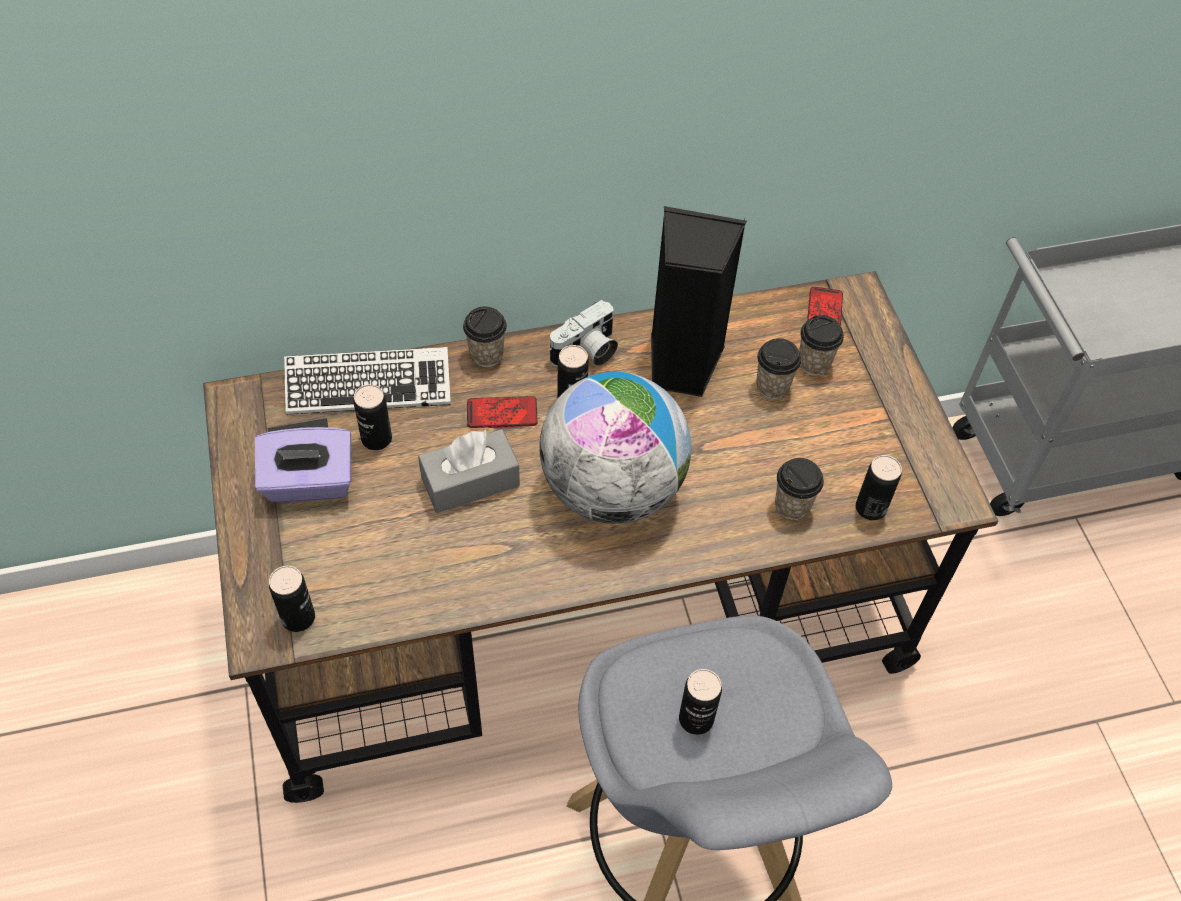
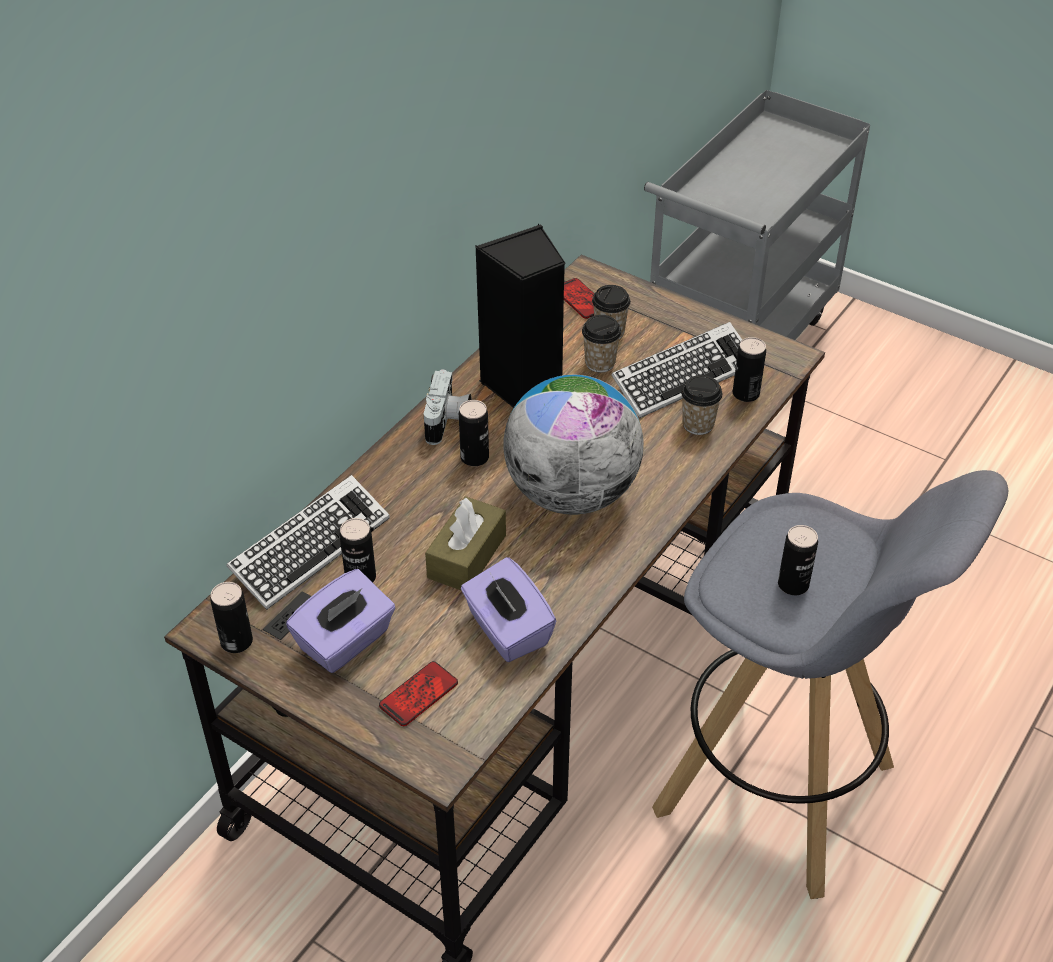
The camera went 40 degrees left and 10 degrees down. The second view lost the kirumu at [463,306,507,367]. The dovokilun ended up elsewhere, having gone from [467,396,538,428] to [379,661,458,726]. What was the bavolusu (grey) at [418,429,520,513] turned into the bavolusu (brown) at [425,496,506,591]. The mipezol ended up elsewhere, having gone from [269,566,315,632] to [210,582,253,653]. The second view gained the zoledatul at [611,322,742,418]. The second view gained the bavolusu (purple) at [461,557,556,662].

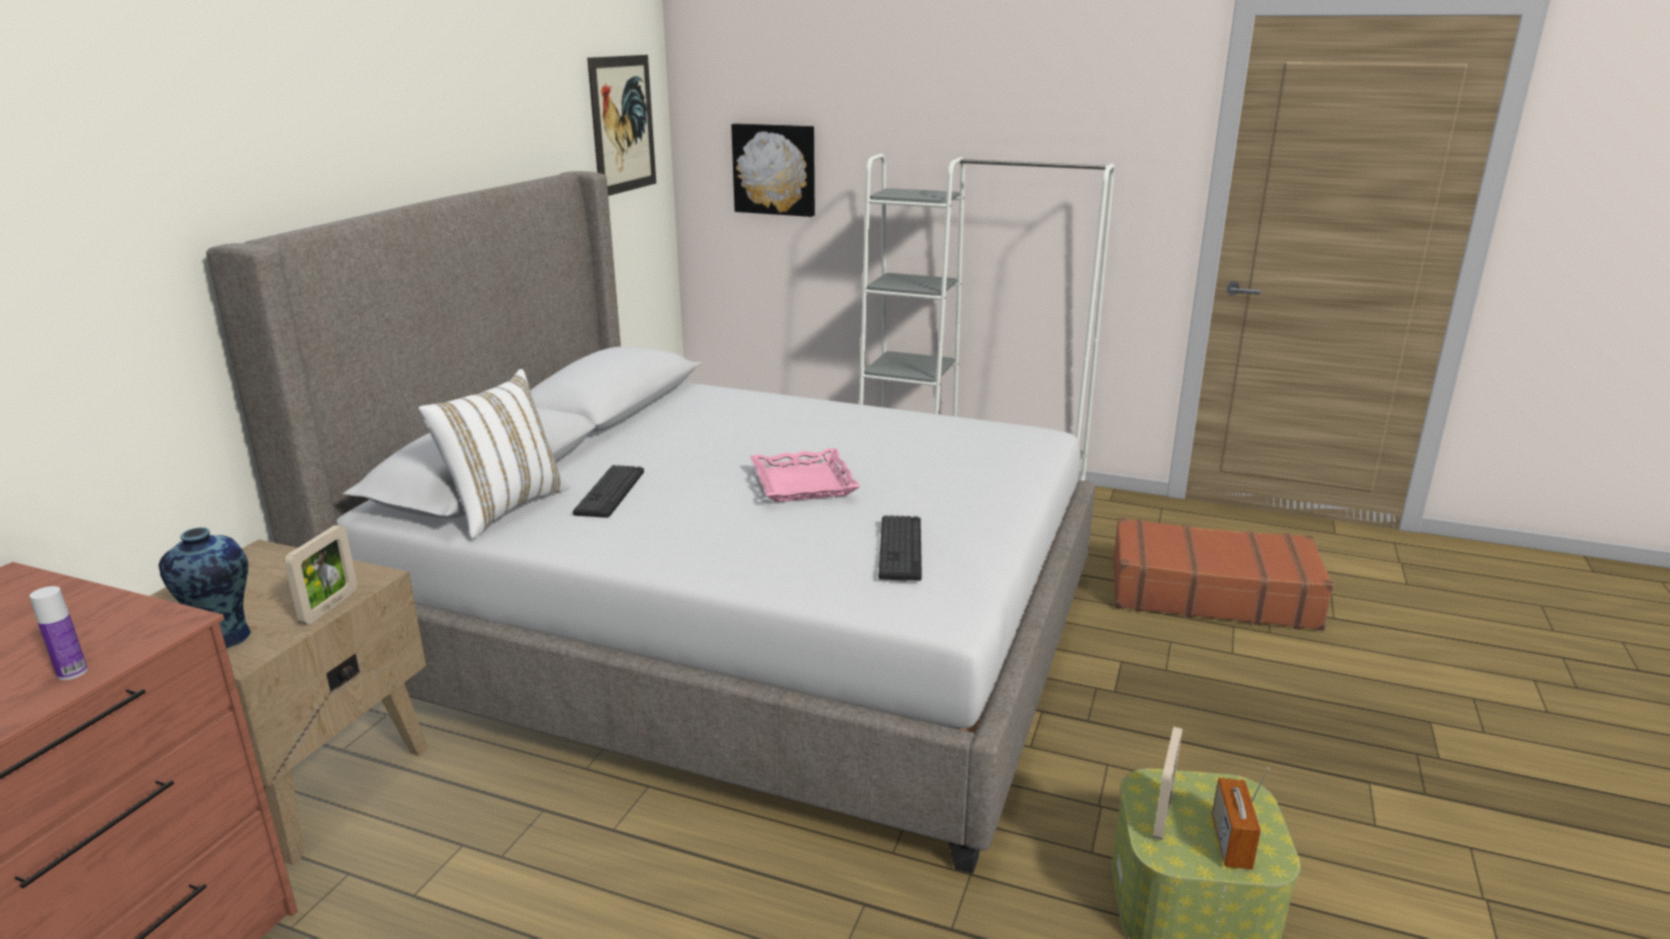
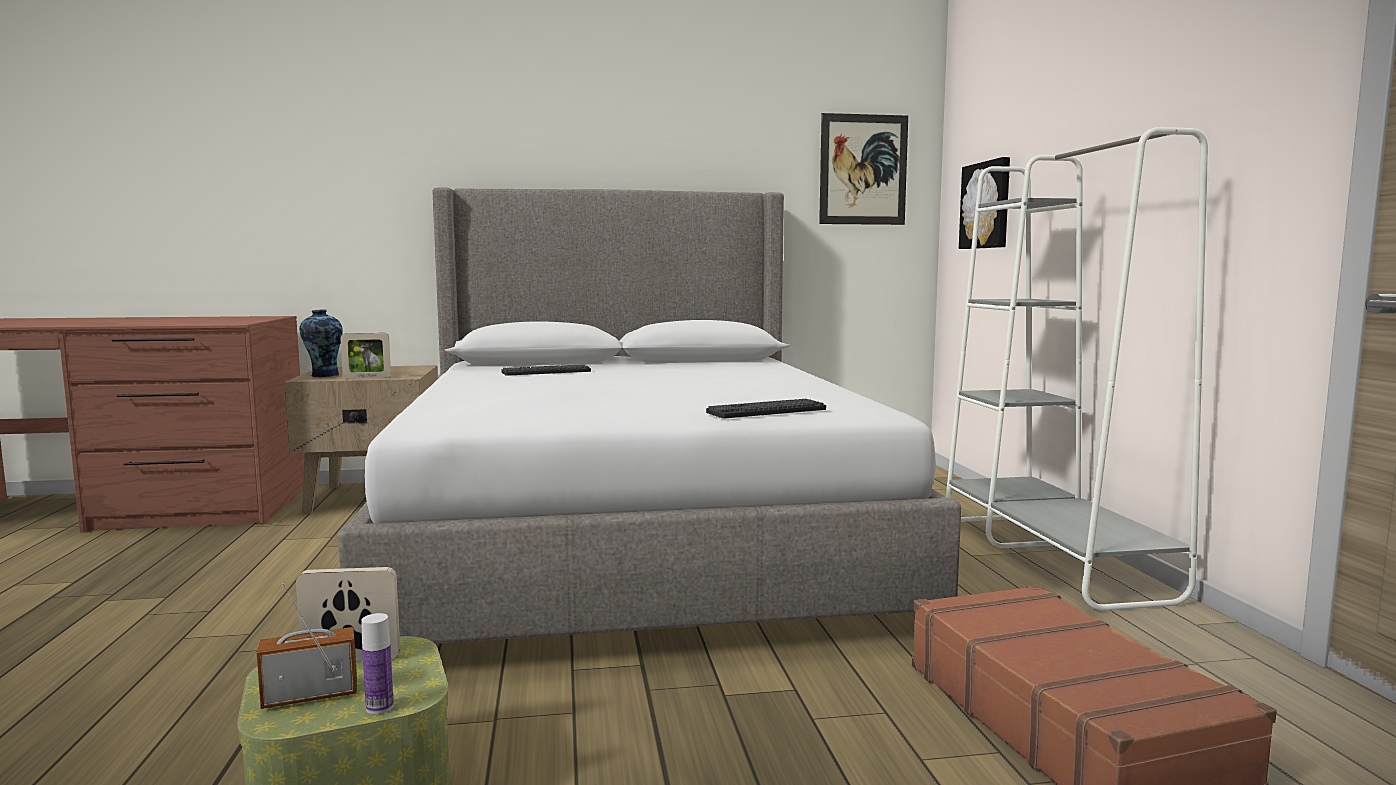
The camera went 60 degrees right and 15 degrees down. The second view lost the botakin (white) at [418,369,569,539]. The second view lost the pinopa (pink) at [750,448,860,502]. The zoledatul ended up elsewhere, having gone from [879,515,922,581] to [706,399,826,418]. The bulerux ended up elsewhere, having gone from [29,586,88,680] to [361,613,394,714].

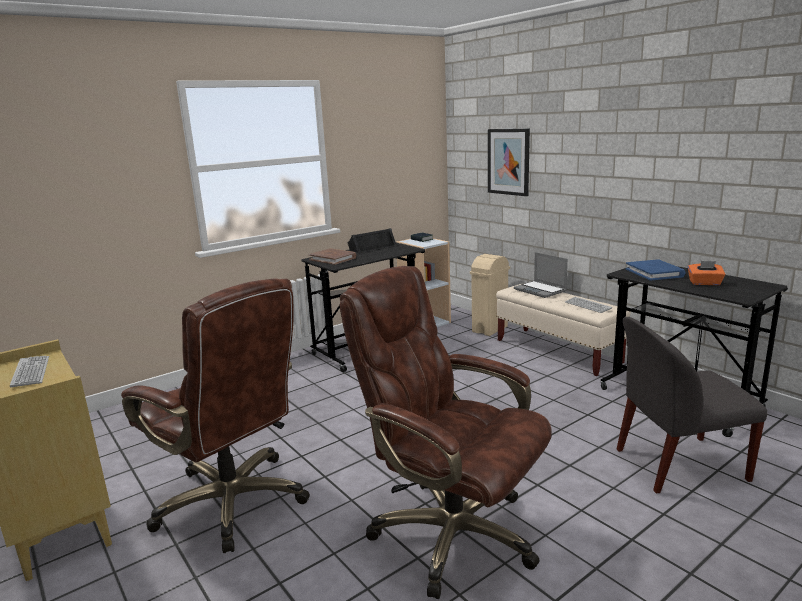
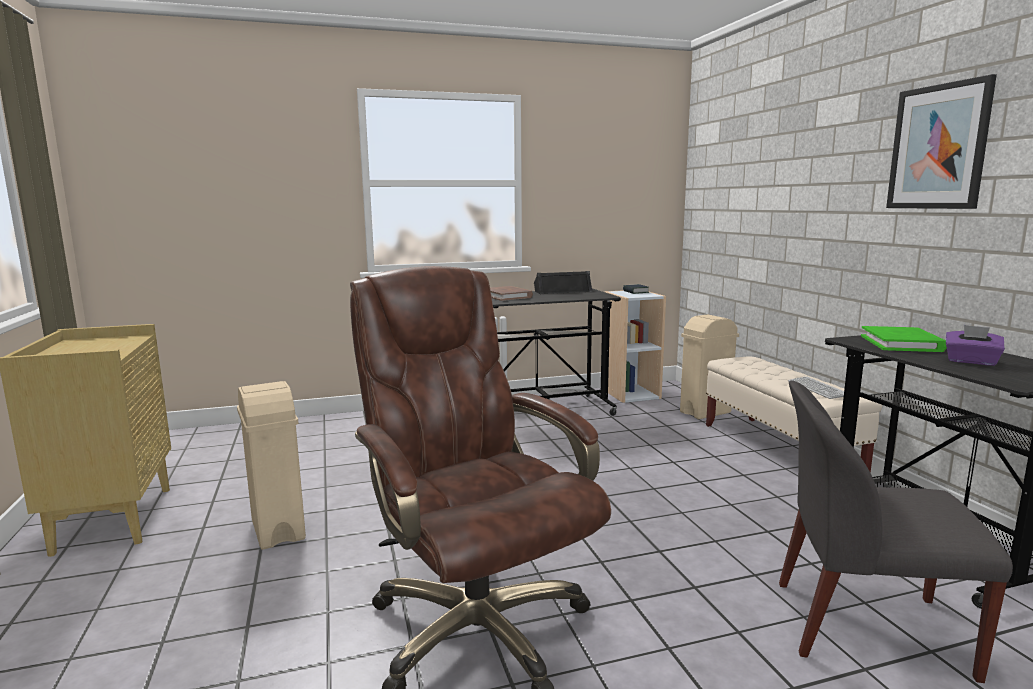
The camera went 20 degrees right and 5 degrees down. The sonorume ended up elsewhere, having gone from [488,129,530,196] to [886,74,997,209]. The second view lost the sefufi at [514,252,568,298]. What was the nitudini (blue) at [626,259,685,281] turned into the nitudini (green) at [861,326,947,352]. What was the bavolusu (orange) at [688,261,726,285] turned into the bavolusu (purple) at [946,325,1005,366]. Where the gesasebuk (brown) stood at [121,278,310,553], the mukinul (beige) came to stand at [237,381,306,550]. The second view lost the zoledatul at [10,356,49,387].

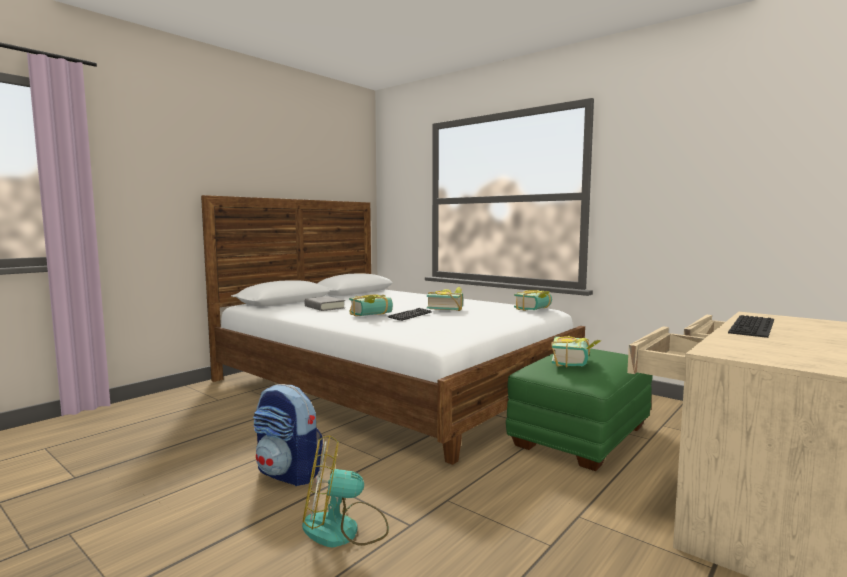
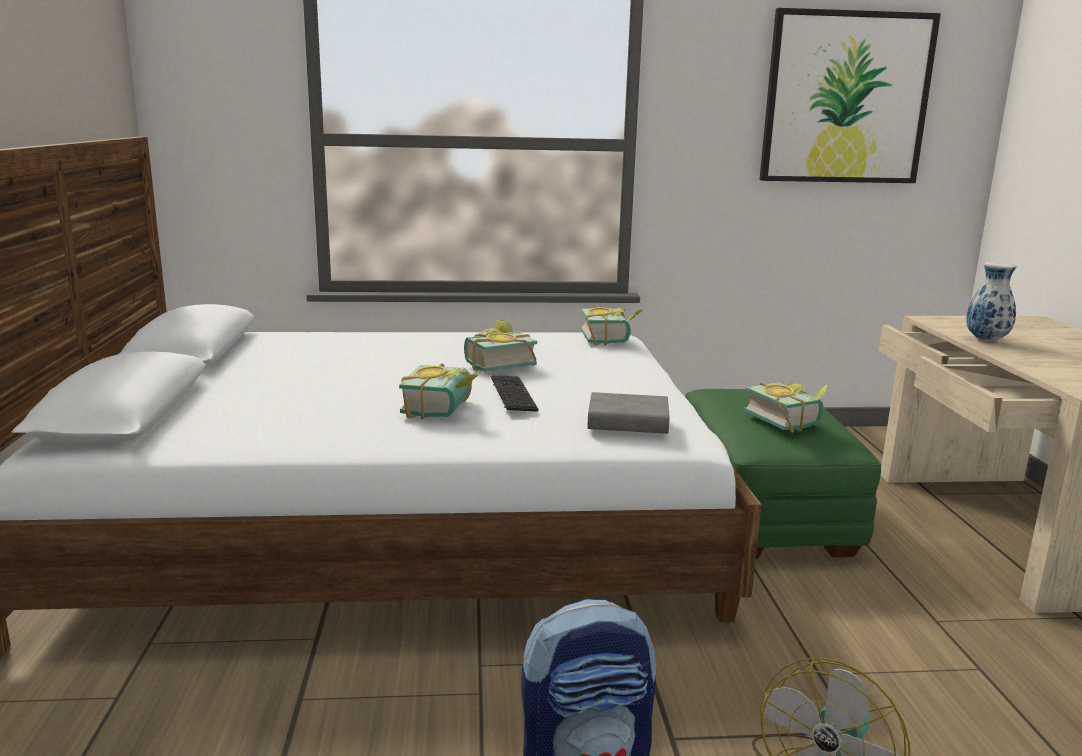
The camera went 45 degrees left and 10 degrees up. The nitudini (grey) ended up elsewhere, having gone from [304,296,345,311] to [587,392,670,434]. Where the zoledatul stood at [728,315,774,338], the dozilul came to stand at [966,262,1017,342]. The second view gained the sonorume at [759,8,941,183].

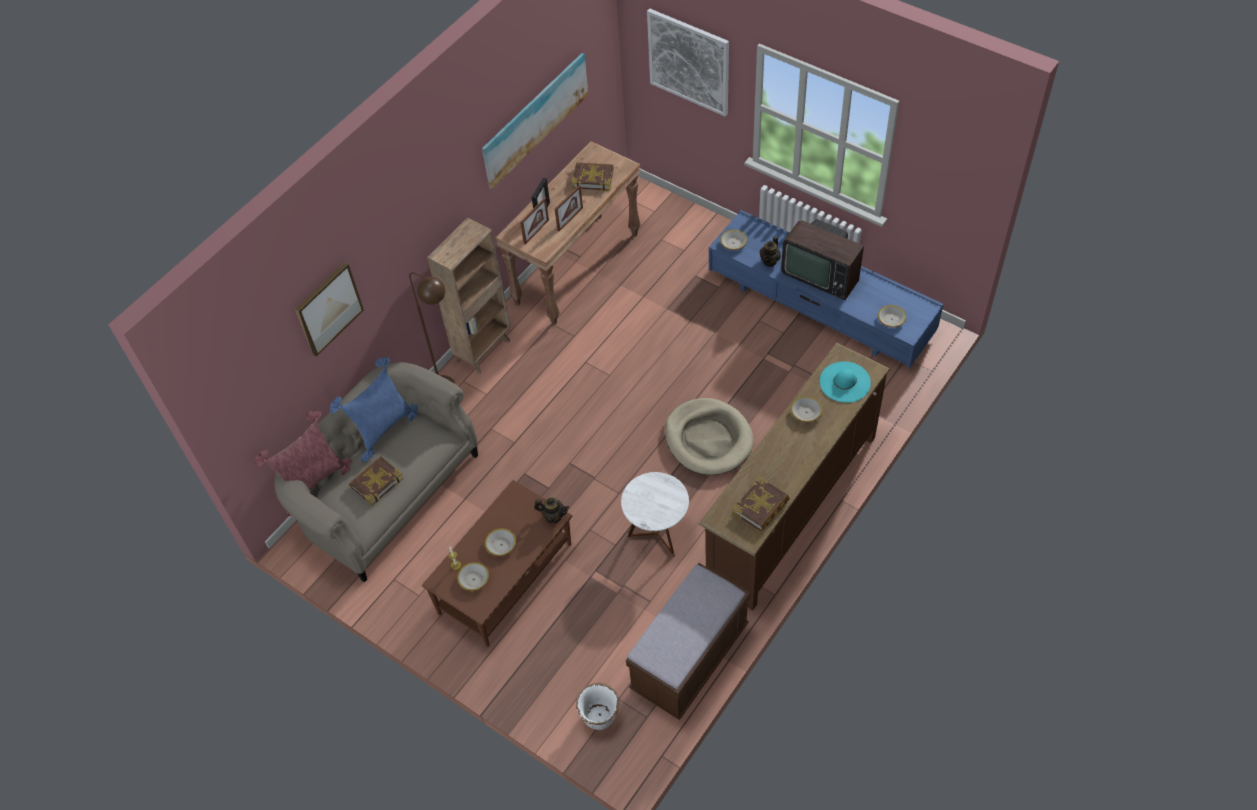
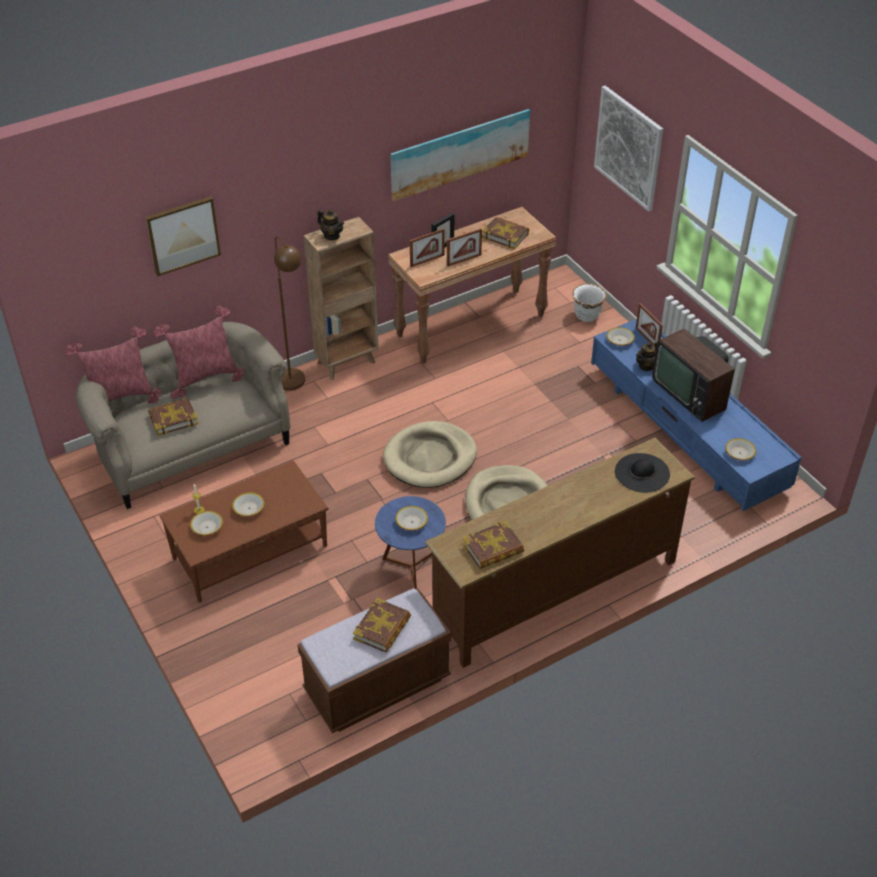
The camera went 20 degrees right and 10 degrees down. What was the botakin (blue) at [330,356,419,462] turned into the botakin (red) at [154,305,246,399]. What was the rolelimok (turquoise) at [820,362,871,403] turned into the rolelimok (black) at [615,453,670,493]. The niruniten ended up elsewhere, having gone from [791,396,822,422] to [395,506,428,531]. What was the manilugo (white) at [621,472,689,557] turned into the manilugo (blue) at [375,496,446,589]. The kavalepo ended up elsewhere, having gone from [534,497,569,523] to [317,209,344,240]. The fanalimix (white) ended up elsewhere, having gone from [576,683,619,730] to [572,283,607,322]. The second view gained the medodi at [636,303,663,346]. The second view gained the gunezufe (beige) at [383,421,477,488]. The second view gained the nitudini at [353,598,411,653].

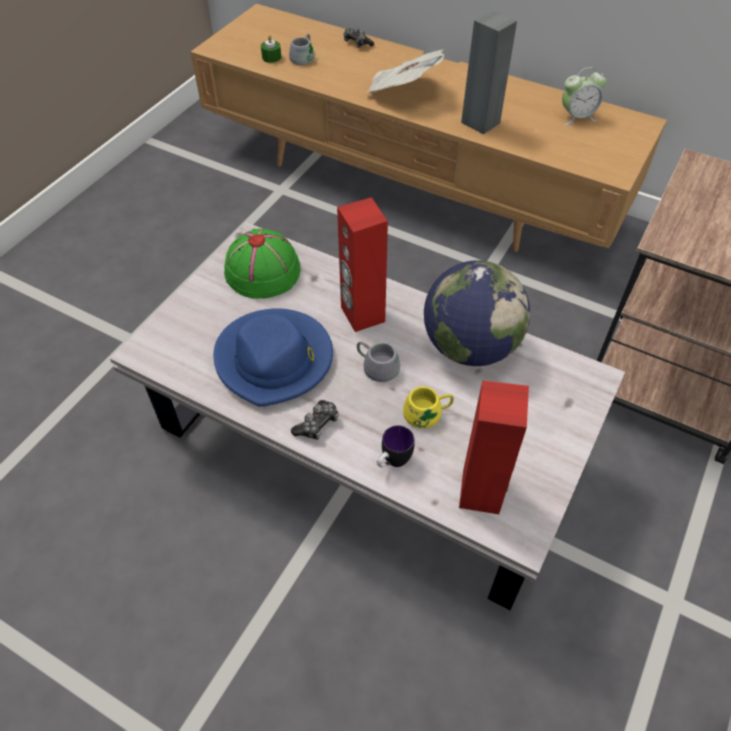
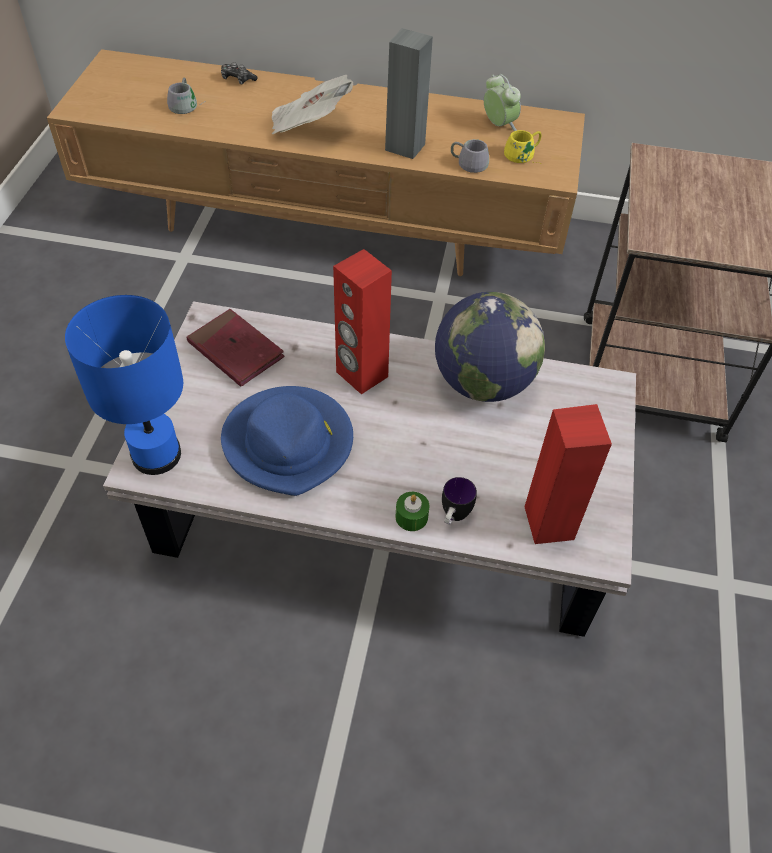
The camera went 20 degrees left and 0 degrees up. The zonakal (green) ended up elsewhere, having gone from [261,35,281,63] to [395,492,429,531]. The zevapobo at [562,67,606,126] ended up facing another way, 90 degrees counterclockwise from before. Where the rolelimok (green) stood at [224,229,301,299], the nitudini (red) came to stand at [186,309,285,387]. The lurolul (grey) ended up elsewhere, having gone from [357,341,400,382] to [451,139,489,173]. The lurolul (yellow) ended up elsewhere, having gone from [403,386,454,434] to [504,130,541,164]. The second view lost the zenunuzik at [291,400,339,440]. The second view gained the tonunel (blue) at [65,295,183,475].

